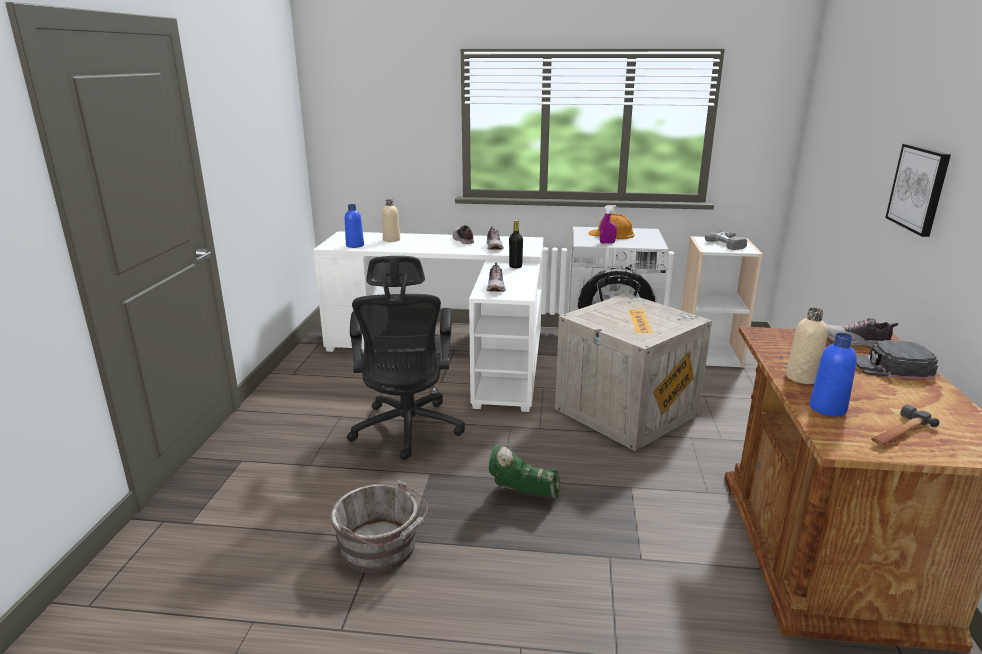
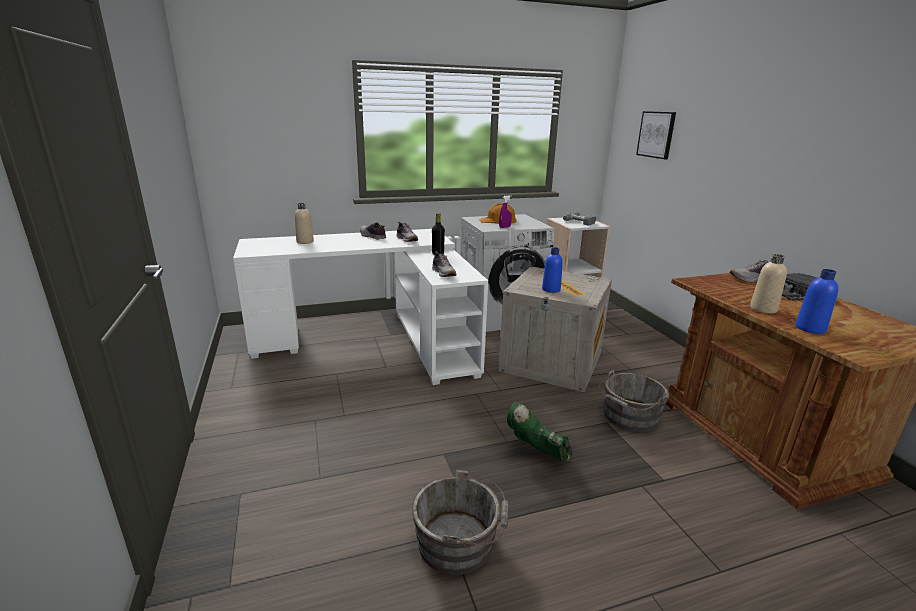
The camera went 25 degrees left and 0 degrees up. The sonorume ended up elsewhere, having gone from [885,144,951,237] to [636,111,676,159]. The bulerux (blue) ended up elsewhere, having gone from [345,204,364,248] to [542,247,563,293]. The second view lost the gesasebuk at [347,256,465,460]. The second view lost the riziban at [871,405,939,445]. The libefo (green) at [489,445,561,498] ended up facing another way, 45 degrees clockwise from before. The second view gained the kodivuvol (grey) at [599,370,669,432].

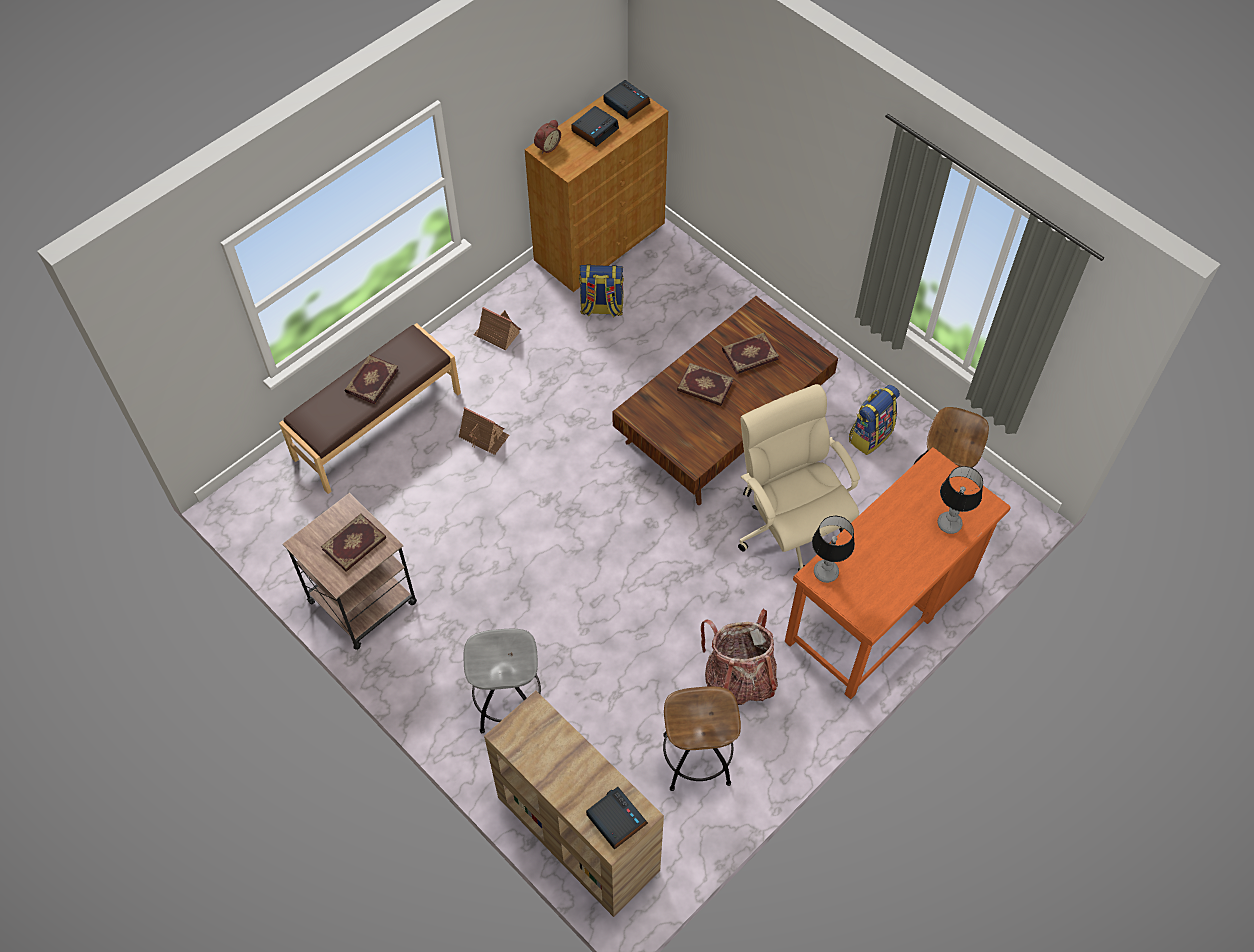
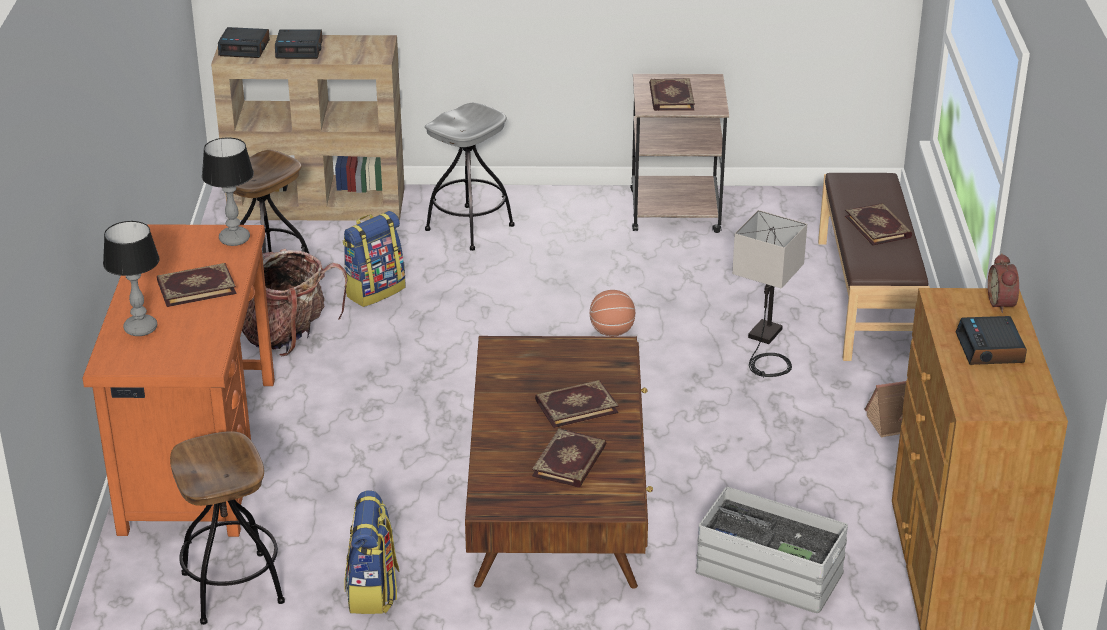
The camera went 135 degrees right and 25 degrees down. The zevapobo ended up elsewhere, having gone from [603,80,650,119] to [275,29,322,59]. The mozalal ended up elsewhere, having gone from [579,264,624,317] to [342,211,405,307]. The second view lost the gesasebuk (beige) at [738,384,860,571]. Where the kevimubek stood at [459,407,509,455], the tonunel came to stand at [732,210,807,378]. The second view gained the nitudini at [157,263,236,307]. The second view gained the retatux at [590,290,635,336]. The second view gained the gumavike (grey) at [695,487,848,613].

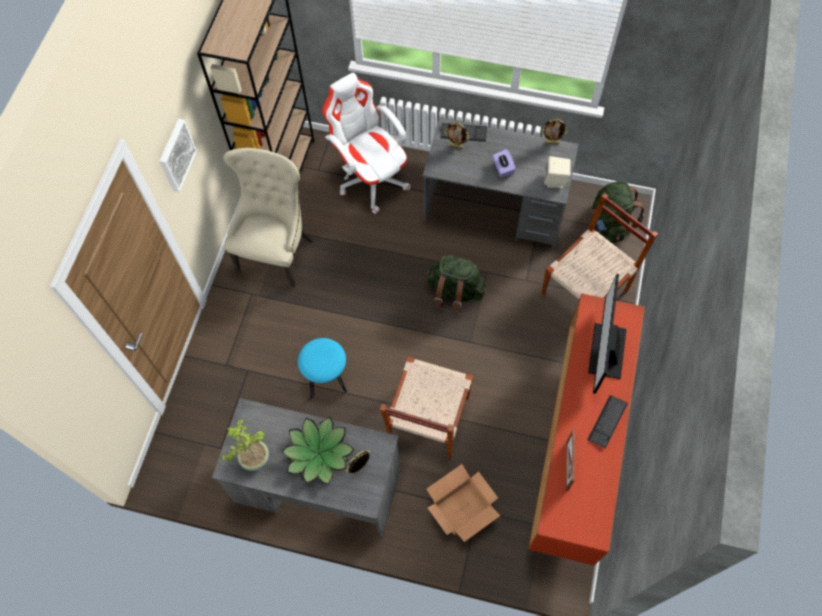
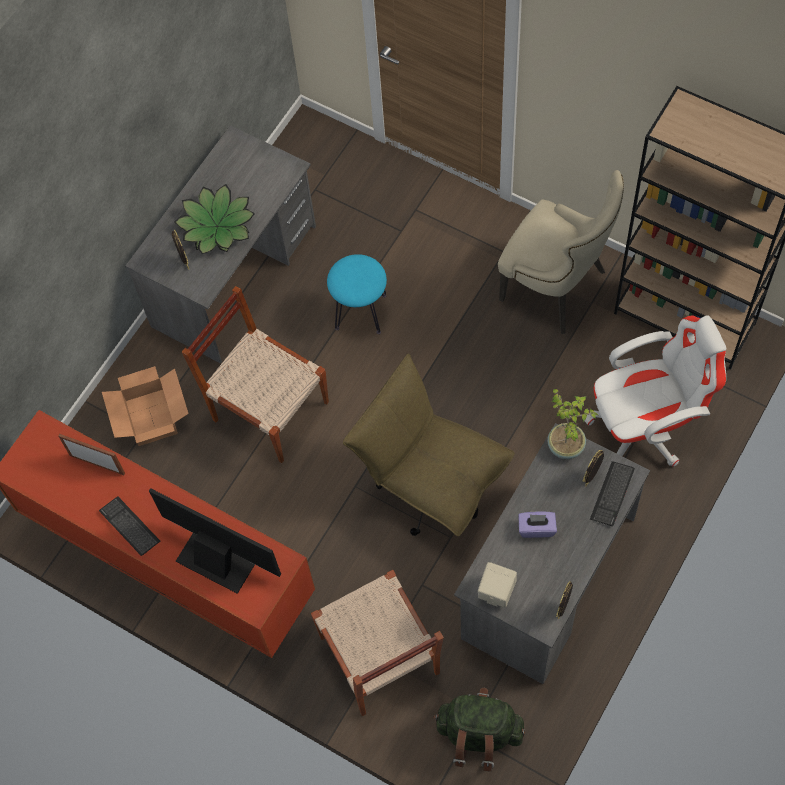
The camera went 110 degrees right and 0 degrees up. The second view lost the sonorume at [159,119,197,192]. Where the mozalal (green) stood at [426,256,486,312], the gesasebuk (beige) came to stand at [343,354,515,536]. The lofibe ended up elsewhere, having gone from [221,419,269,471] to [548,389,598,459].

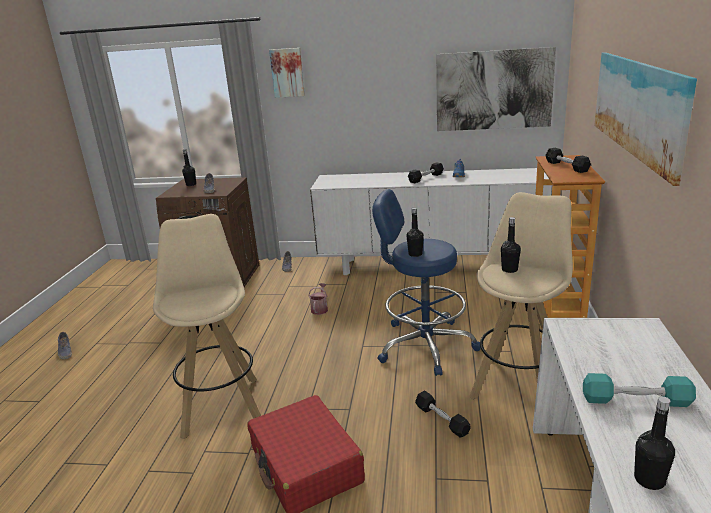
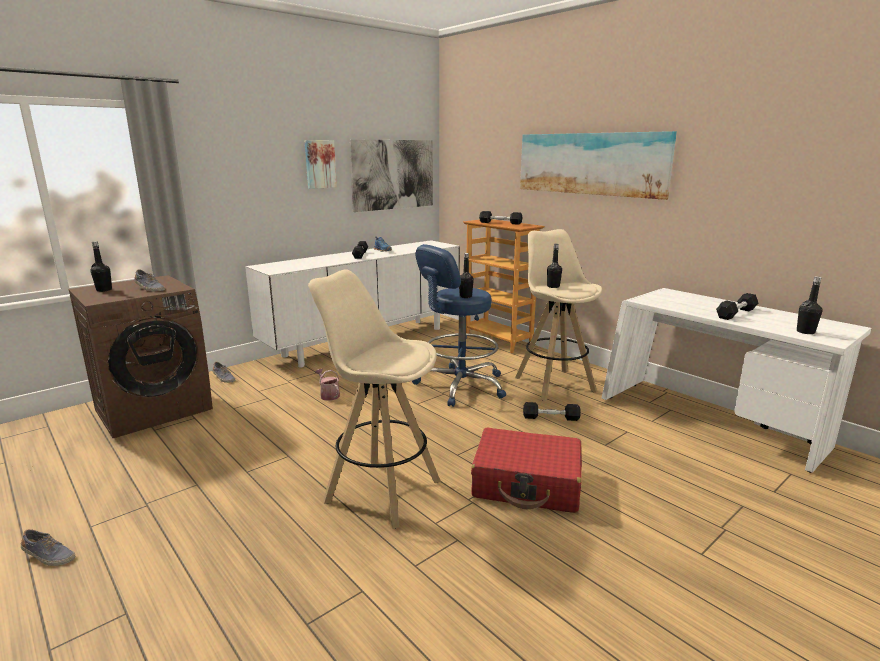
The camera went 50 degrees left and 5 degrees down. The sonorume ended up elsewhere, having gone from [269,48,305,98] to [305,140,337,189]. What was the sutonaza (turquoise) at [583,373,696,407] turned into the sutonaza (black) at [716,293,758,320].

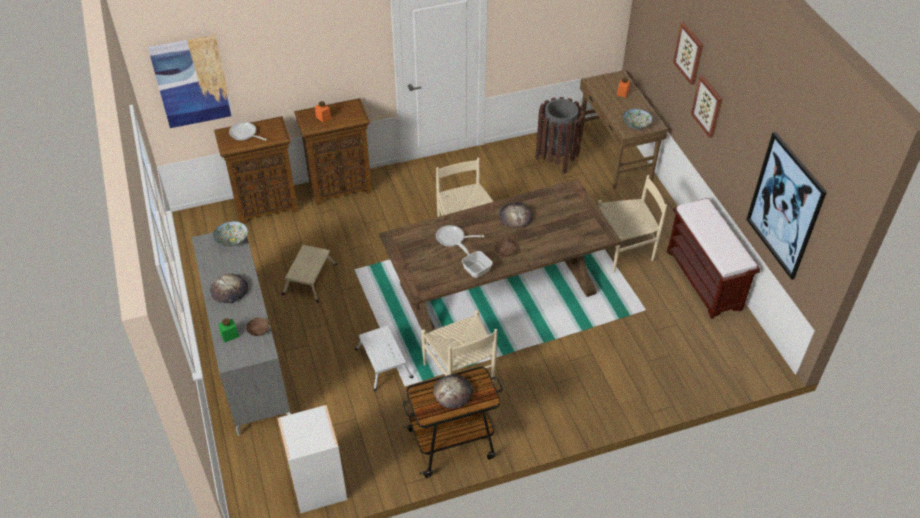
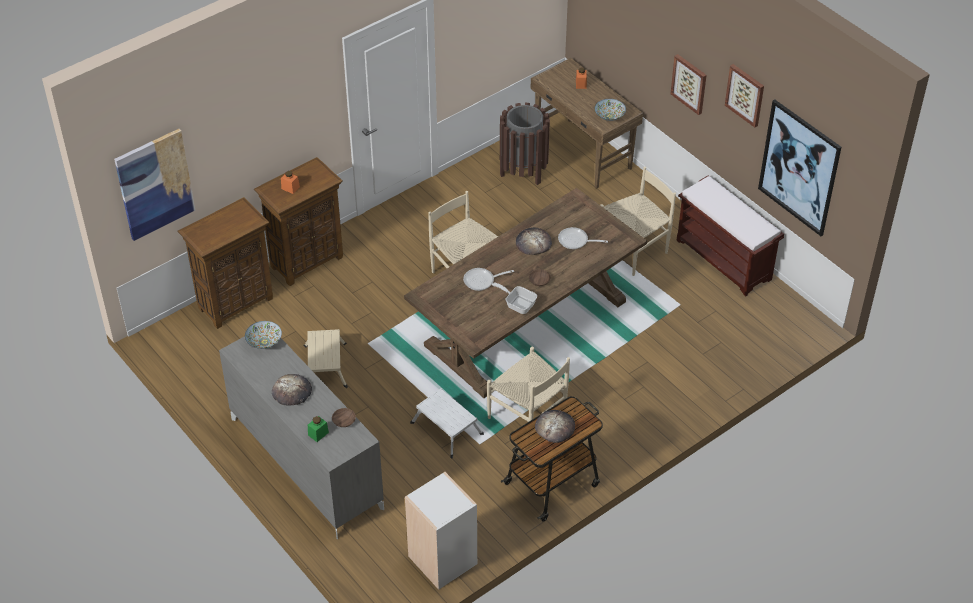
The camera went 20 degrees left and 0 degrees up. The sonorume ended up elsewhere, having gone from [673,23,703,85] to [725,64,764,127]. The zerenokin ended up elsewhere, having gone from [229,122,267,141] to [558,227,608,249].

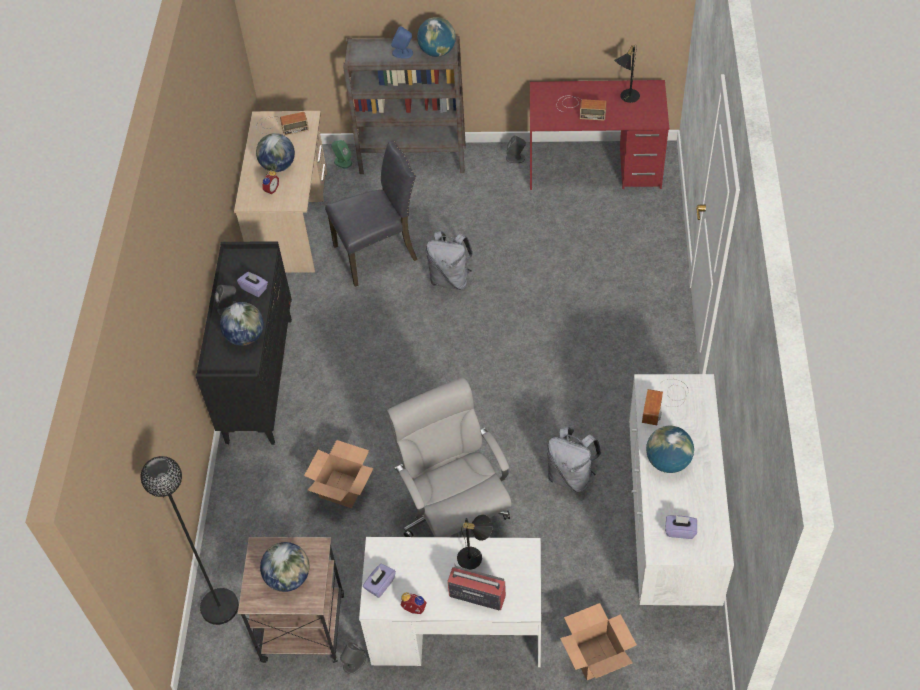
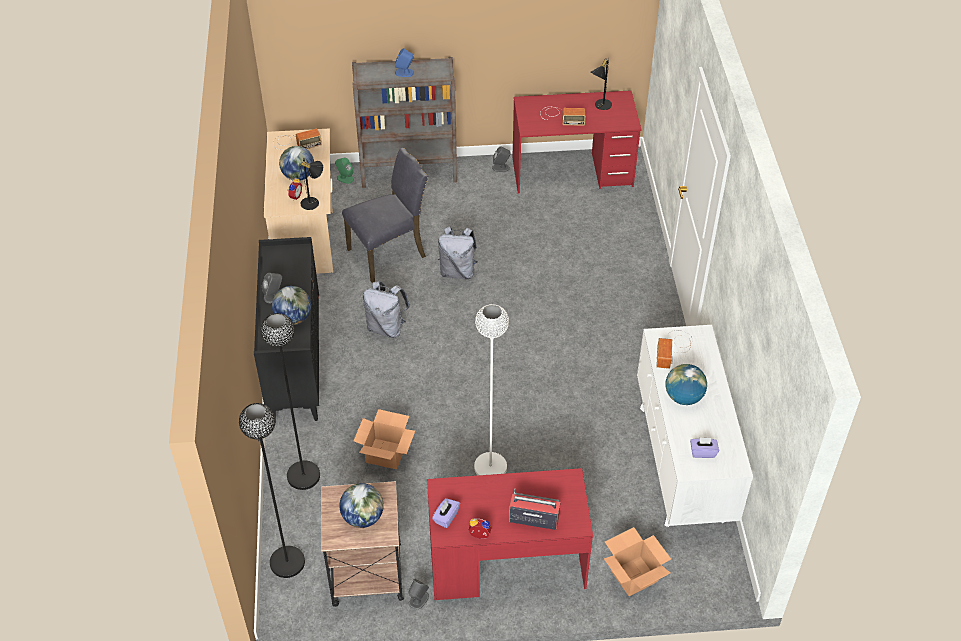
The camera went 10 degrees left and 5 degrees down. The second view lost the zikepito at [417,17,456,57]. The second view lost the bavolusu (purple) at [237,272,268,297]. Where the gesasebuk (grey) stood at [387,378,512,537], the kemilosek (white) came to stand at [474,304,509,475]. The mozalal (grey) ended up elsewhere, having gone from [547,427,601,493] to [363,281,410,338]. The tonunel (black) ended up elsewhere, having gone from [457,514,492,570] to [300,158,323,210]. What was the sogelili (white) at [359,537,541,667] turned into the sogelili (red) at [427,468,593,600]. The second view gained the kemilosek (black) at [260,313,320,490].

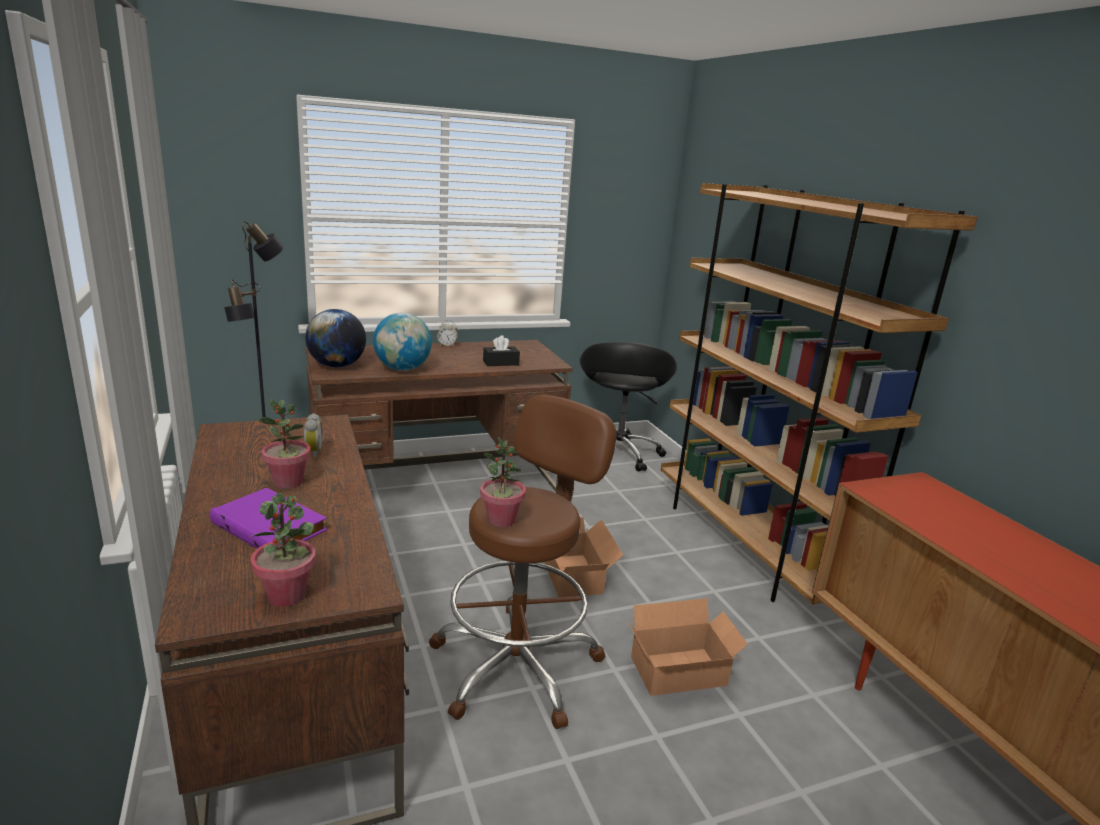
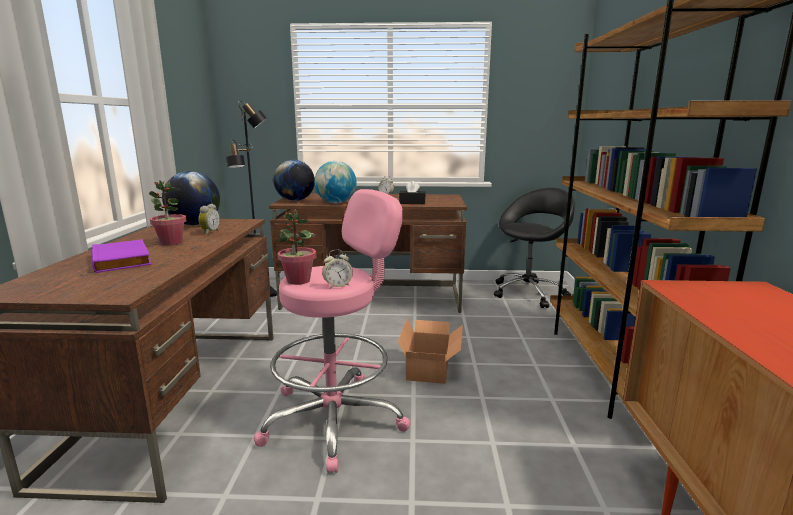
The camera went 25 degrees right and 5 degrees down. The gesasebuk (black) at [580,342,677,471] ended up facing another way, 150 degrees counterclockwise from before. What was the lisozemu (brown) at [429,395,617,729] turned into the lisozemu (pink) at [254,189,411,473]. The second view lost the lofibe at [251,492,316,607]. The second view lost the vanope at [627,598,748,696]. The second view gained the zikepito at [162,171,220,225]. The second view gained the zevapobo at [322,249,353,288].

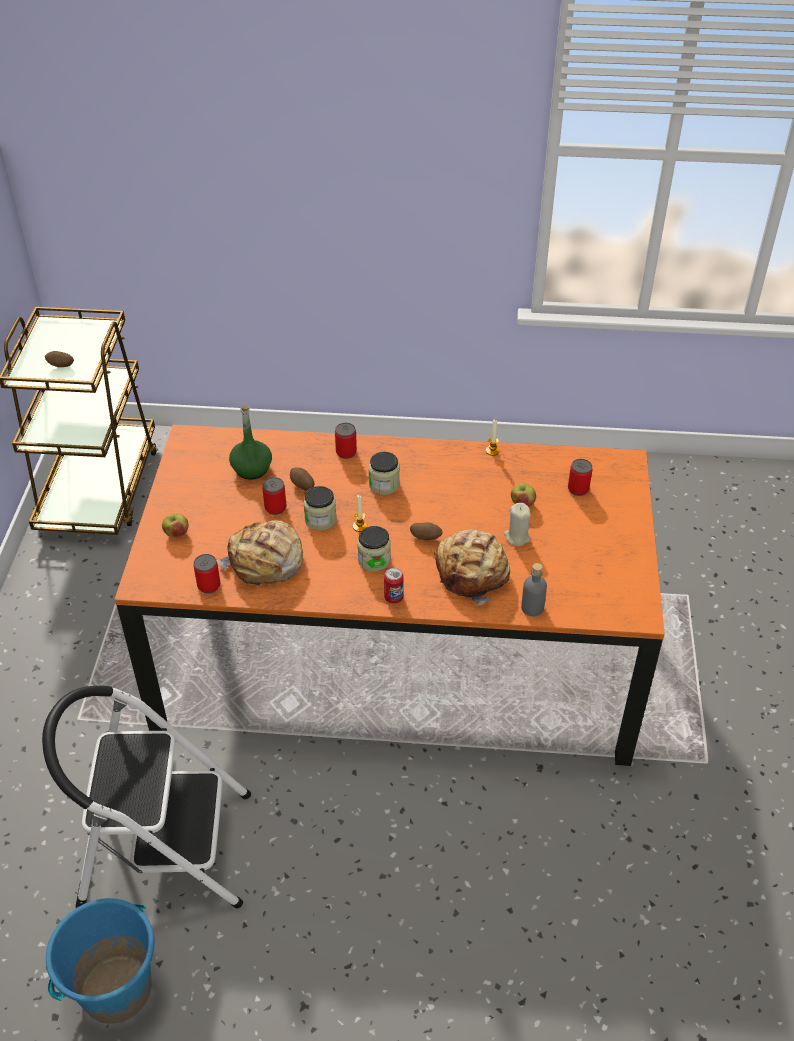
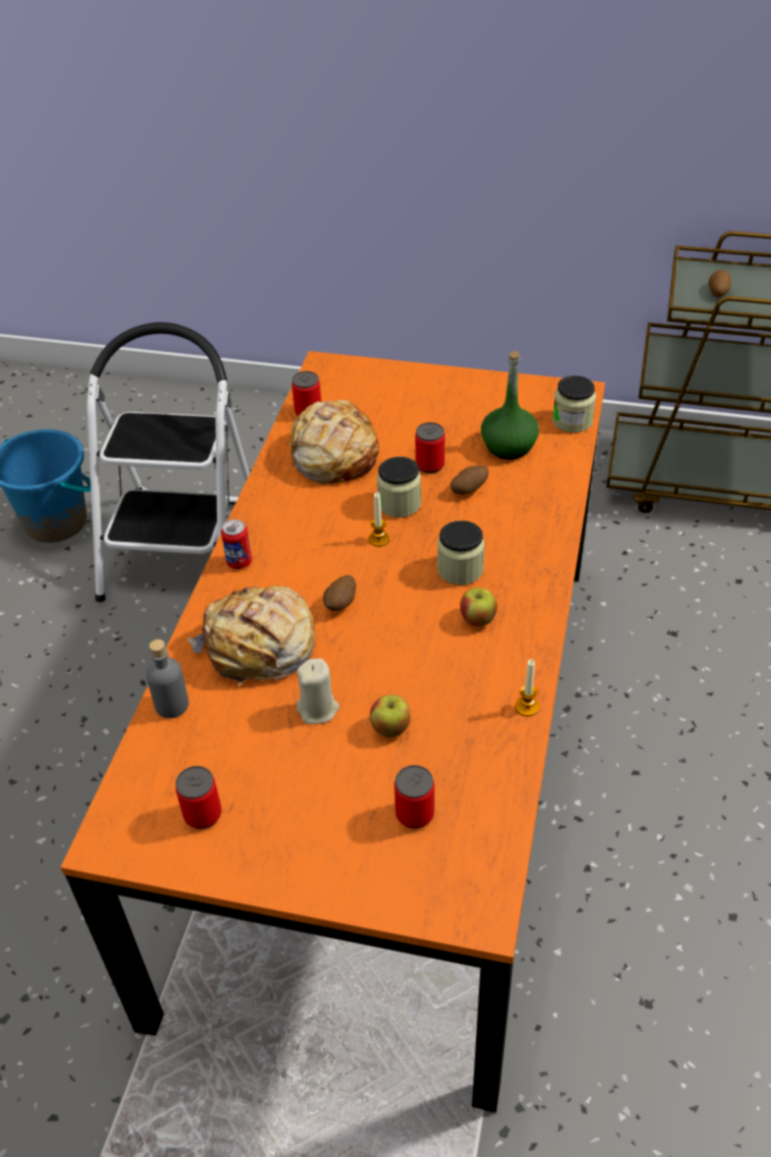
The camera went 100 degrees right and 0 degrees up. The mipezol ended up elsewhere, having gone from [335,423,357,459] to [175,766,222,829]. The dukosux ended up elsewhere, having gone from [162,513,188,537] to [460,588,497,627]. The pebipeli ended up elsewhere, having gone from [358,526,391,572] to [553,375,596,433].

